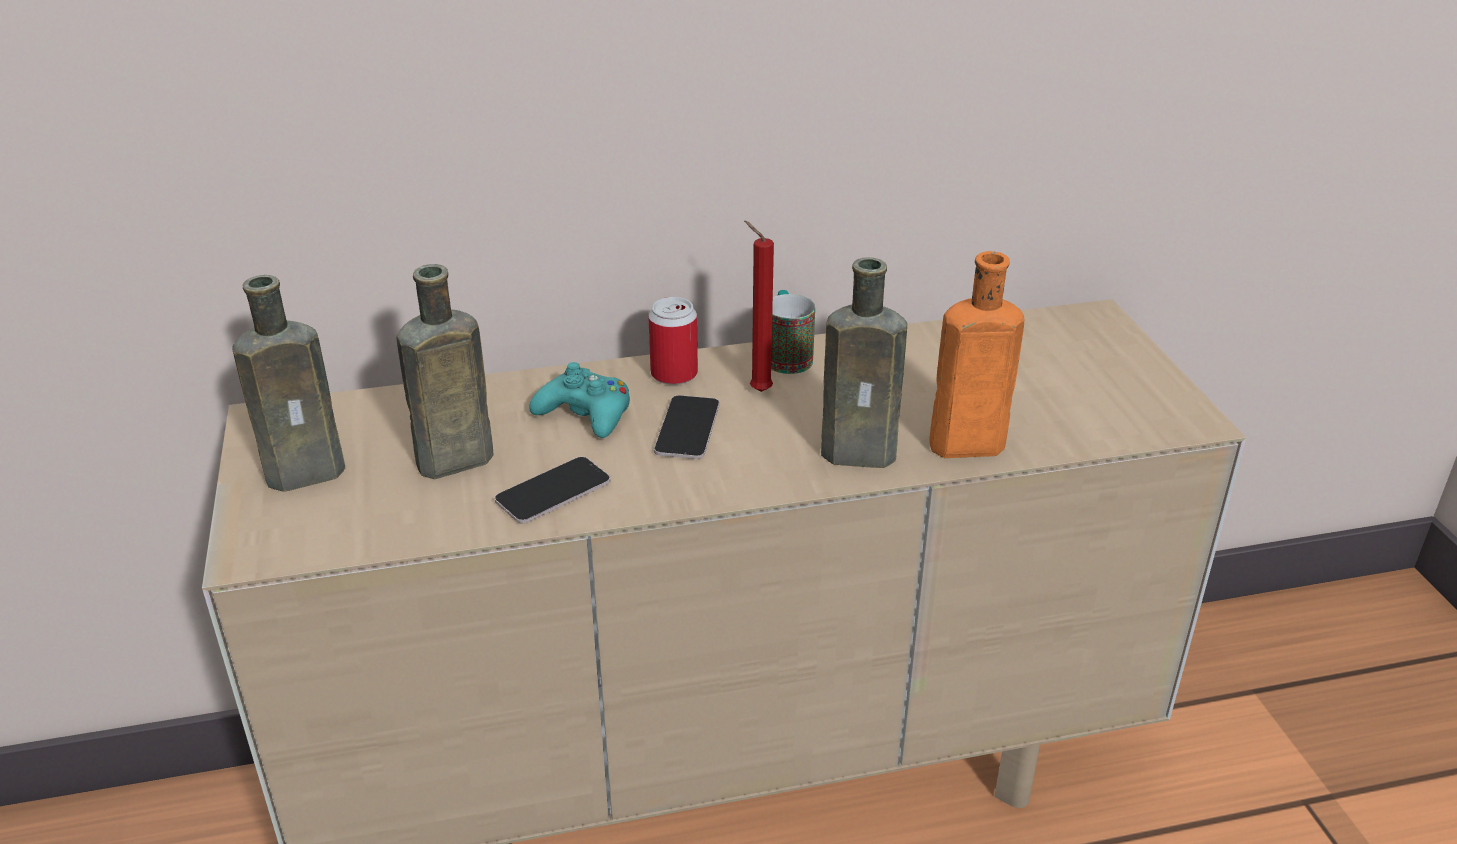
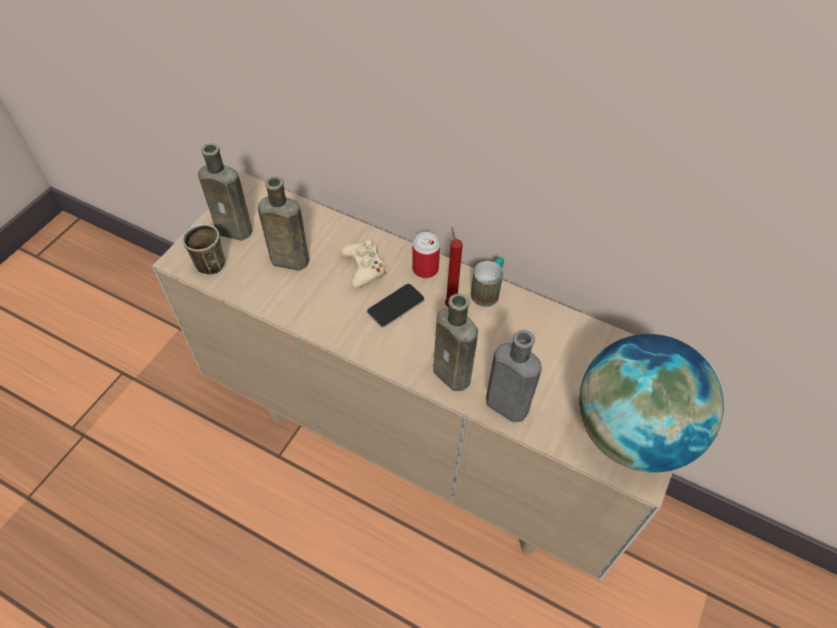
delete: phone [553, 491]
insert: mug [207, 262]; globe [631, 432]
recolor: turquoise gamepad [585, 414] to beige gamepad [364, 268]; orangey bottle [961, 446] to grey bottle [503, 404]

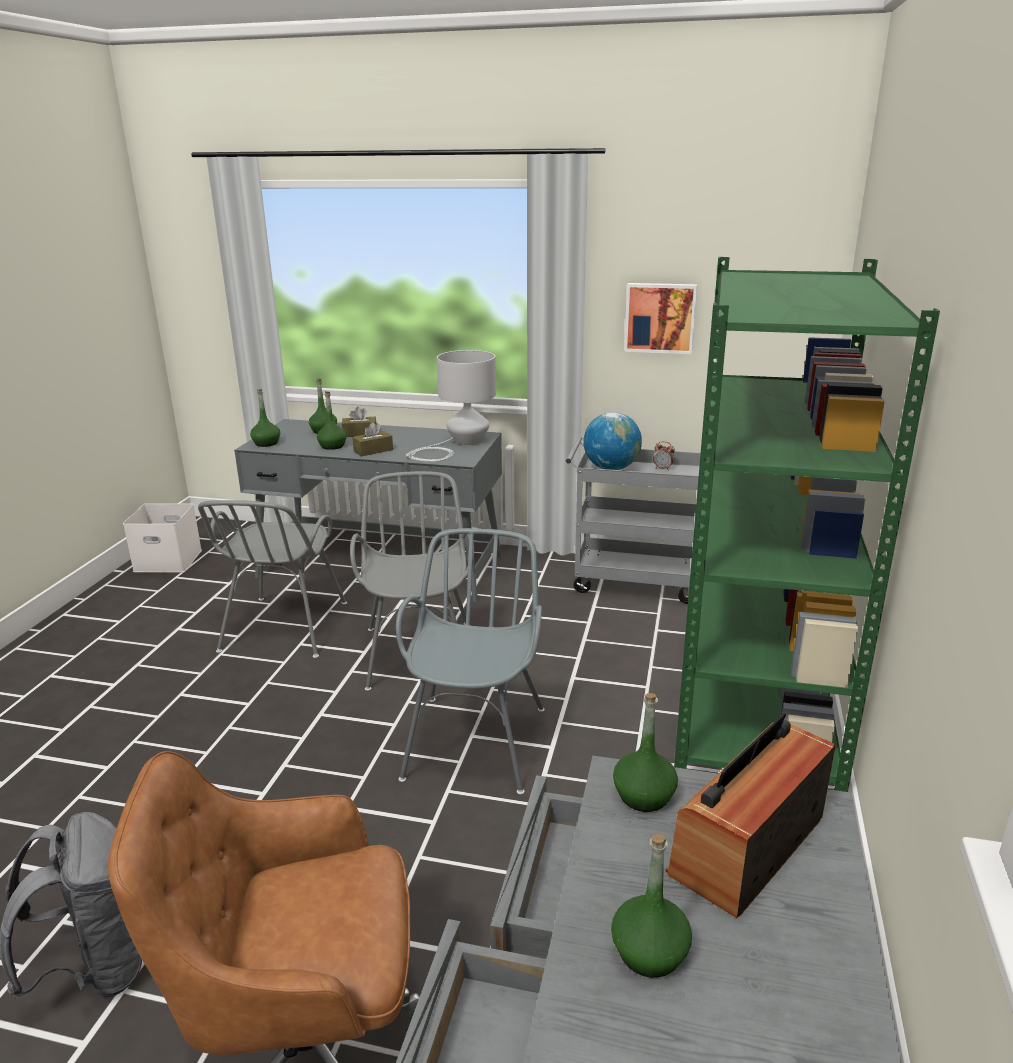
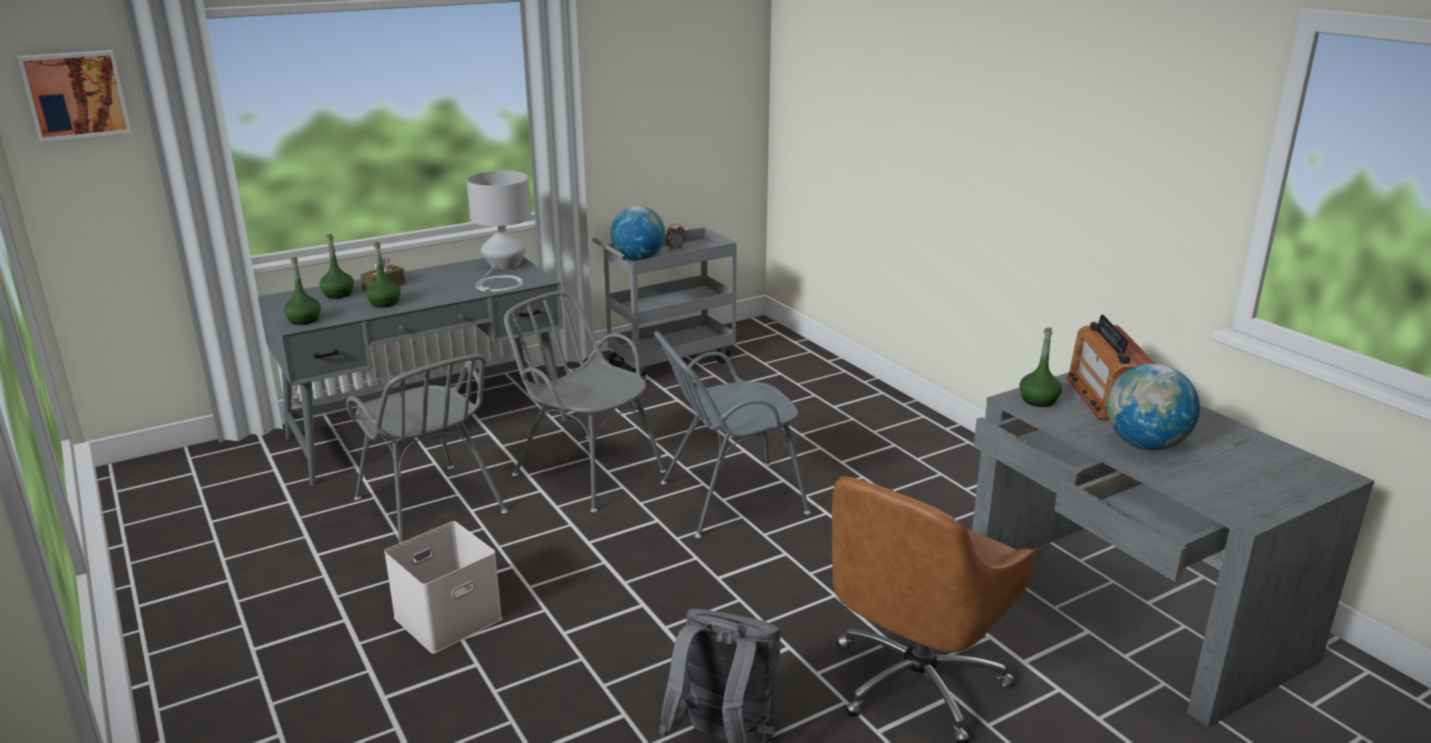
delete: brownish box of tissues [373, 450]; green-coloured bookshelf [750, 720]
move: white storage bin [169, 560] to [448, 616]; picture [660, 317] to [76, 94]
replace: green-coloured bottle [649, 952] to globe [1145, 445]
rotate: grey upright chair [475, 737] = [727, 499] 75 degrees counterclockwise

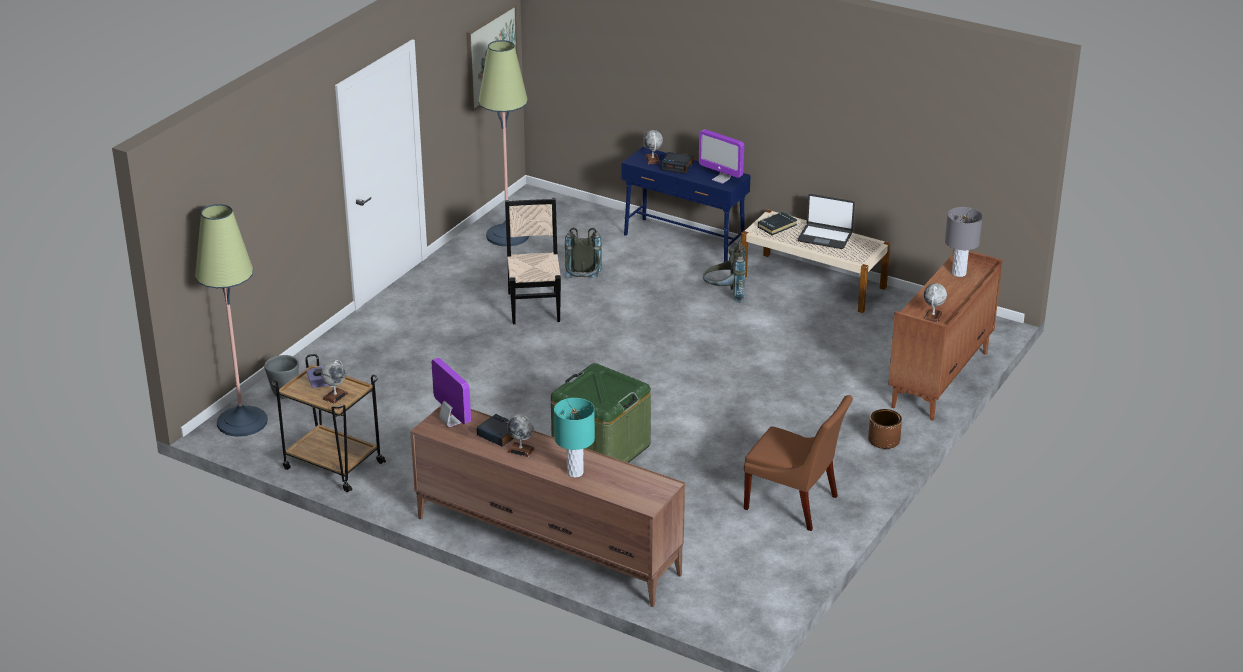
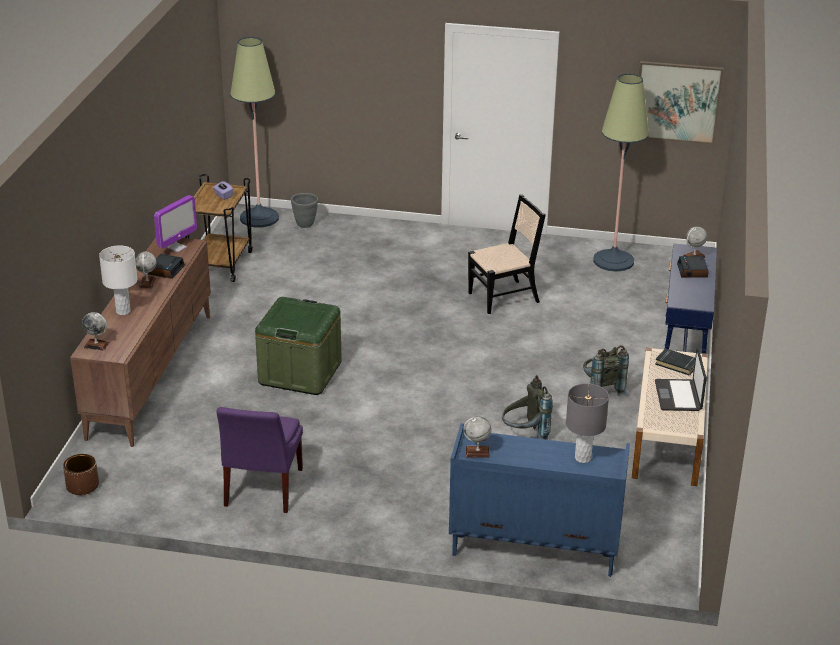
delete: computer screen [721, 179]
move: globe [335, 396] to [96, 345]; grey knapsack [582, 283] to [525, 434]; brownish flower pot [883, 441] to [82, 486]
recolor: turquoise table lamp [575, 472] to white table lamp [123, 311]; brownish upright chair [794, 504] to purplish upright chair [262, 490]; brownish cupboard [939, 380] to blue-coloured cupboard [533, 549]

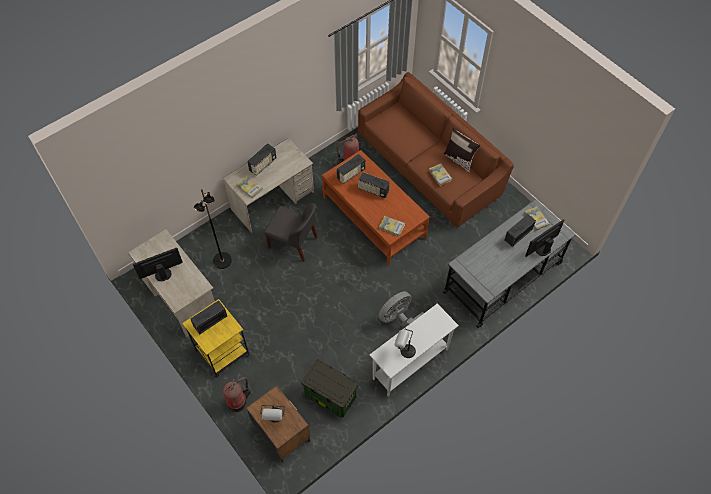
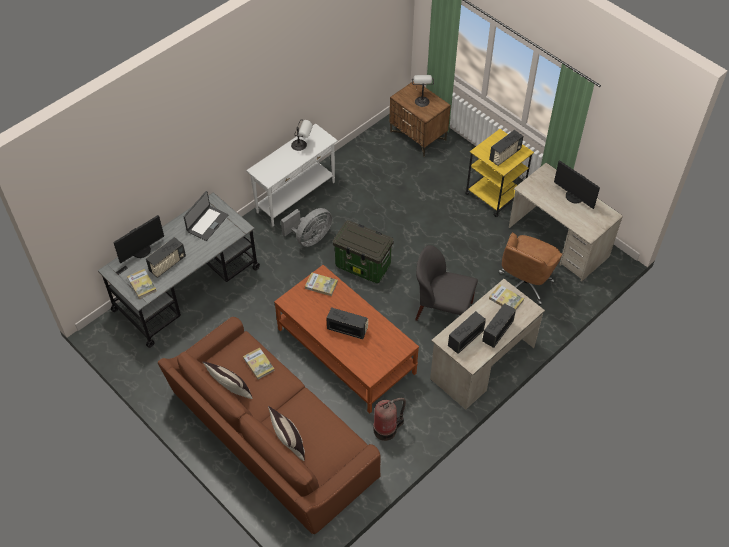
delete: fire extinguisher [238, 401]
insert: laptop [207, 223]; cushion [288, 443]
move: storage bin [329, 396] to [364, 266]; radio receiver [351, 174] to [465, 338]
replace: black-coloured standing lamp [222, 261] to brownish office chair [524, 284]
rotate: computer screen [162, 273] = [574, 197] 75 degrees clockwise

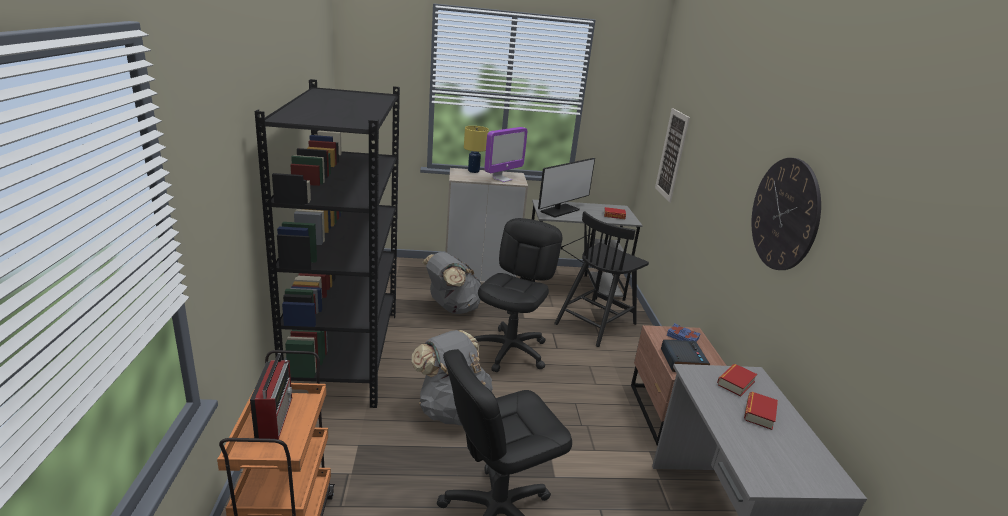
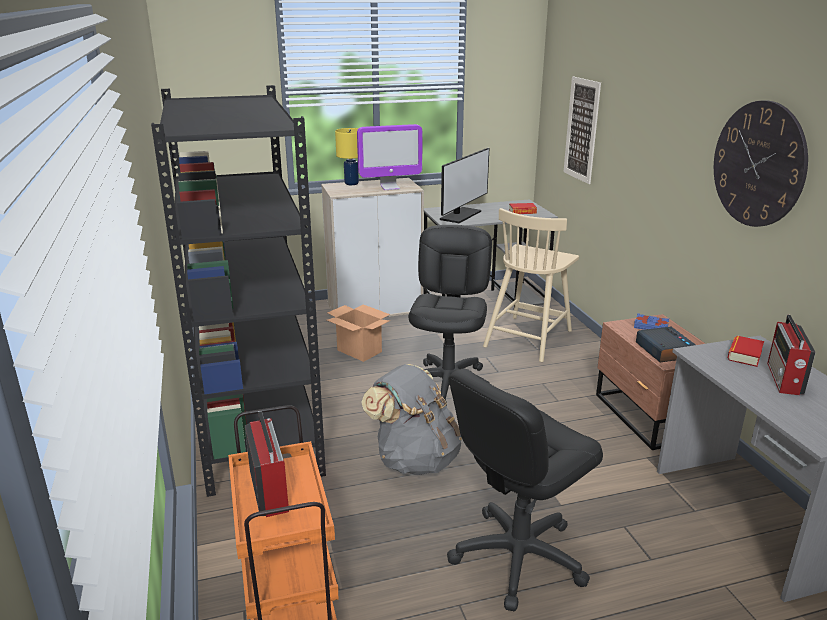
replace: grey knapsack [452, 308] to carton [359, 351]; bound book [759, 413] to radio receiver [784, 379]
recolor: black-coloured upright chair [596, 323] to beige upright chair [528, 337]
rotate: computer screen [502, 179] = [390, 187] 45 degrees clockwise

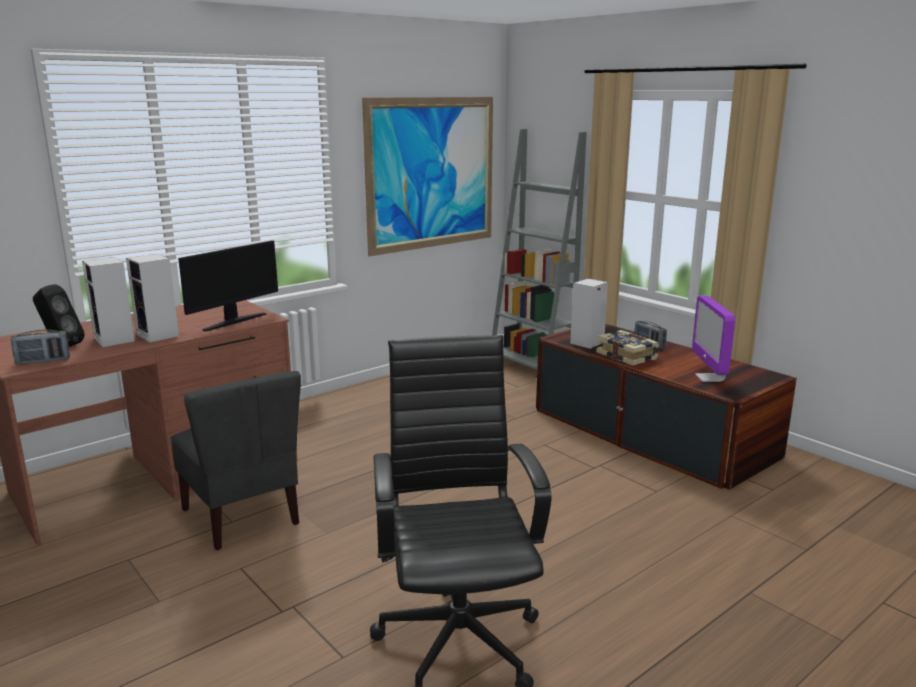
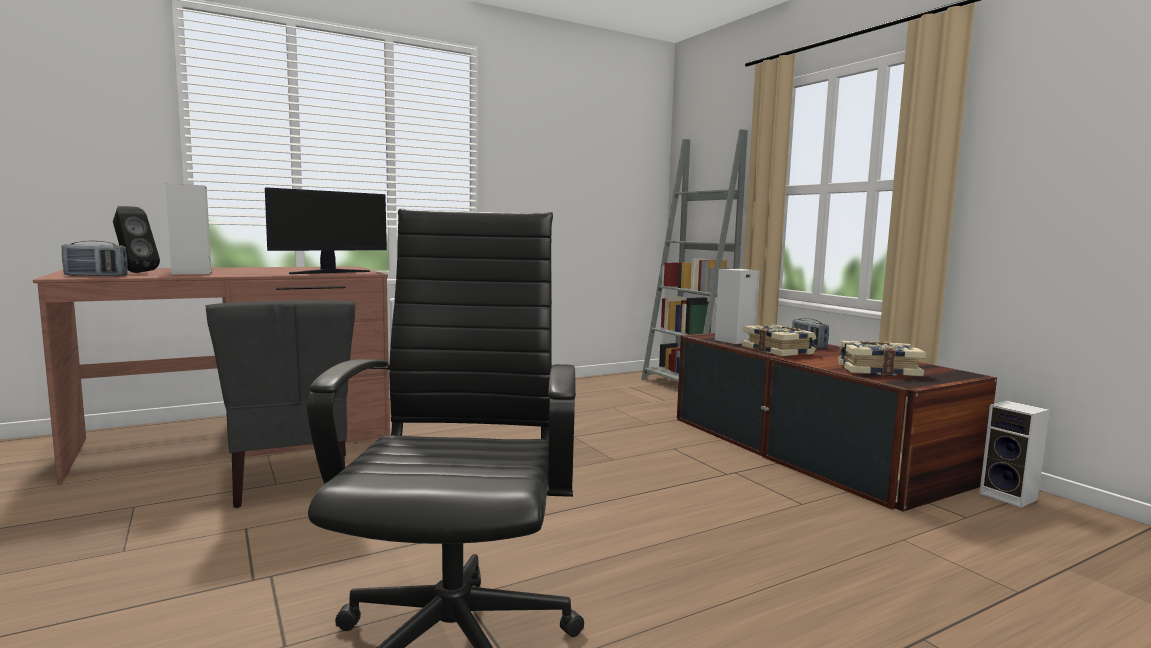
delete: picture [432, 173]
move: audio speaker [159, 336] to [1010, 497]
replace: computer screen [709, 378] to bound book [878, 370]

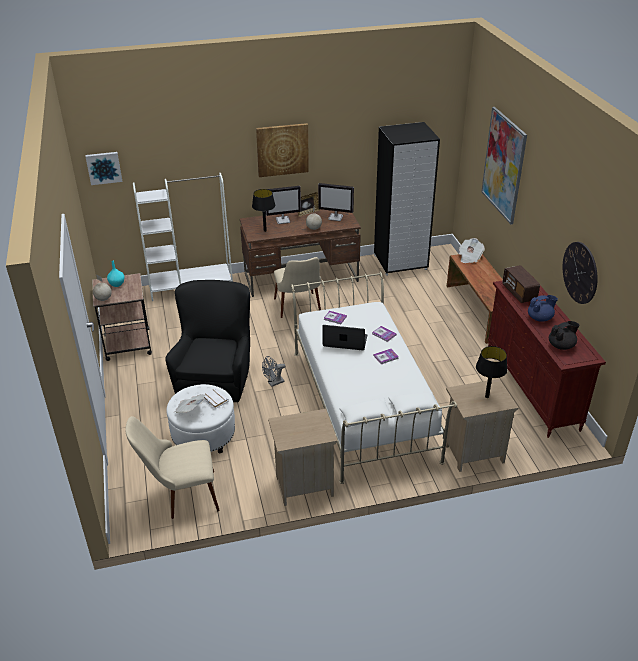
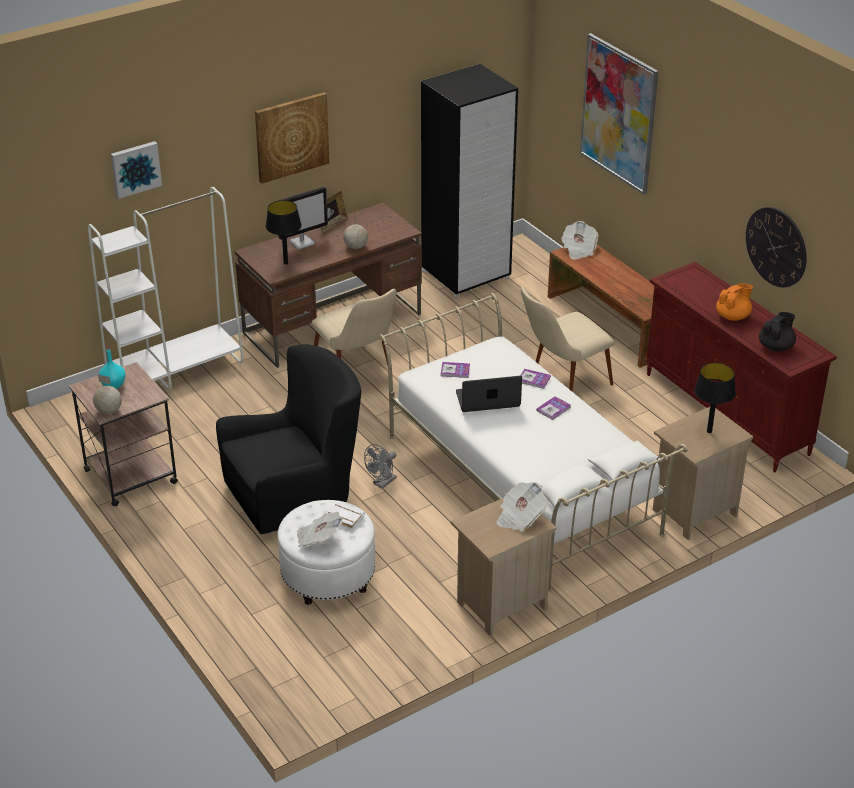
delete: computer screen [336, 217]; radio receiver [519, 293]
insert: daily paper [520, 517]
move: picture [104, 167] to [135, 168]; beige upright chair [181, 496] to [561, 381]
recolor: blue-coloured teapot [540, 318] to orangey teapot [733, 316]
rotate: black-coloured lounge chair [216, 378] = [295, 494] 75 degrees clockwise

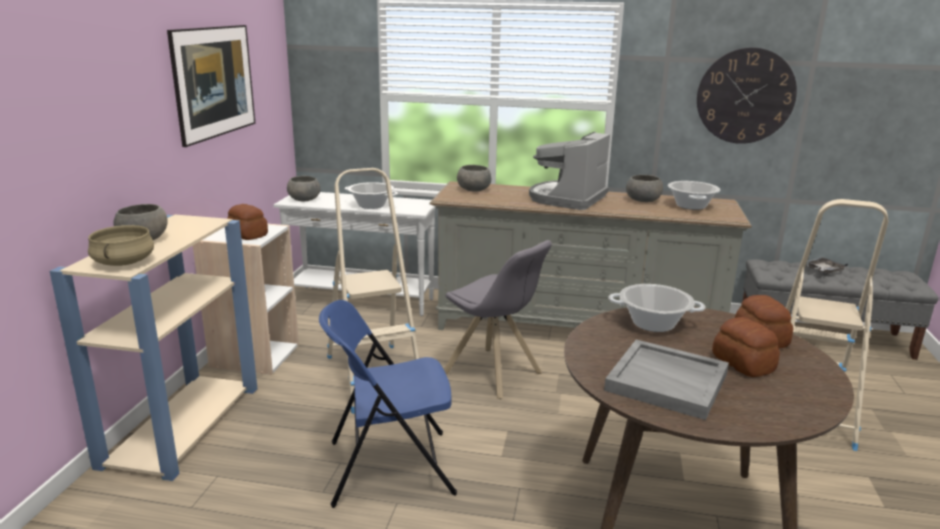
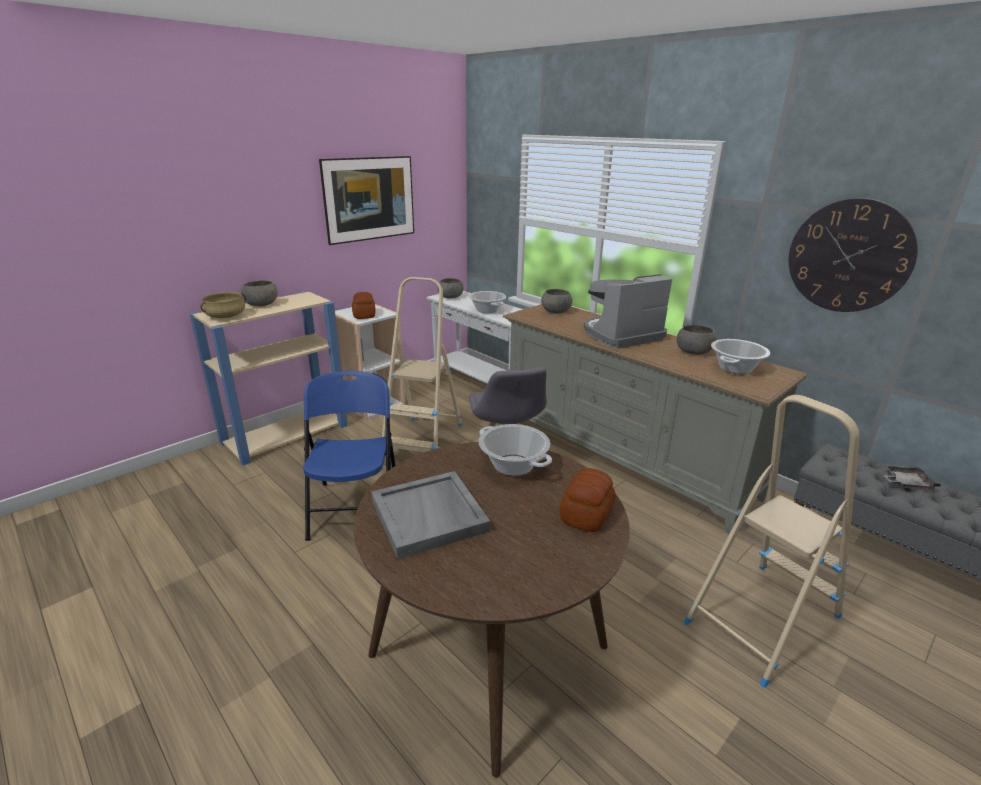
delete: bread [743, 363]
rotate: blue-coloured upright chair [390, 466] = [355, 508] 60 degrees clockwise

